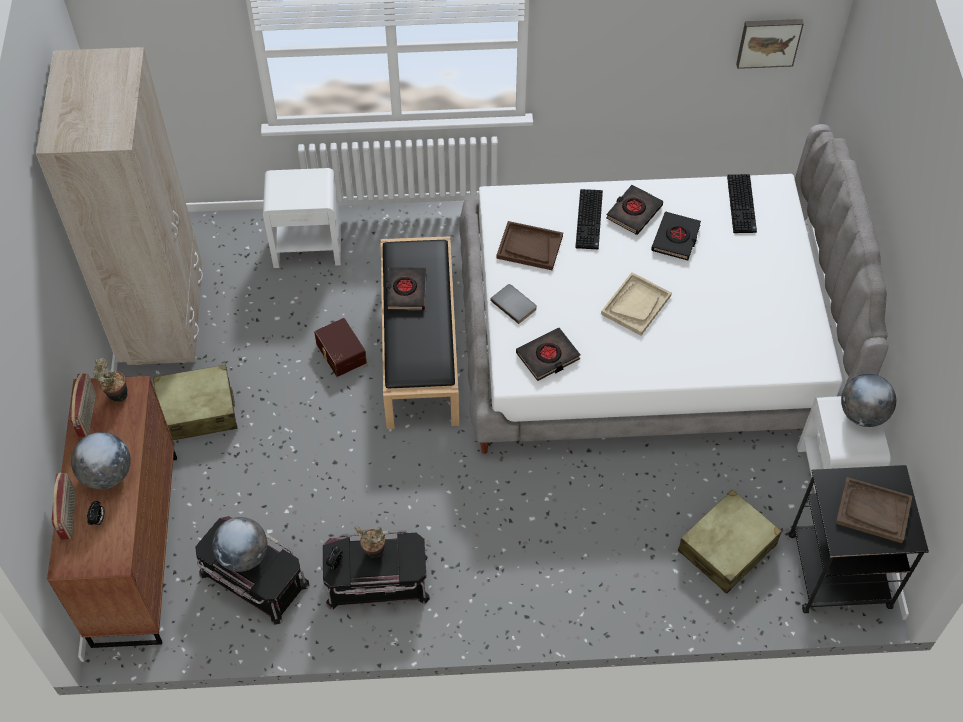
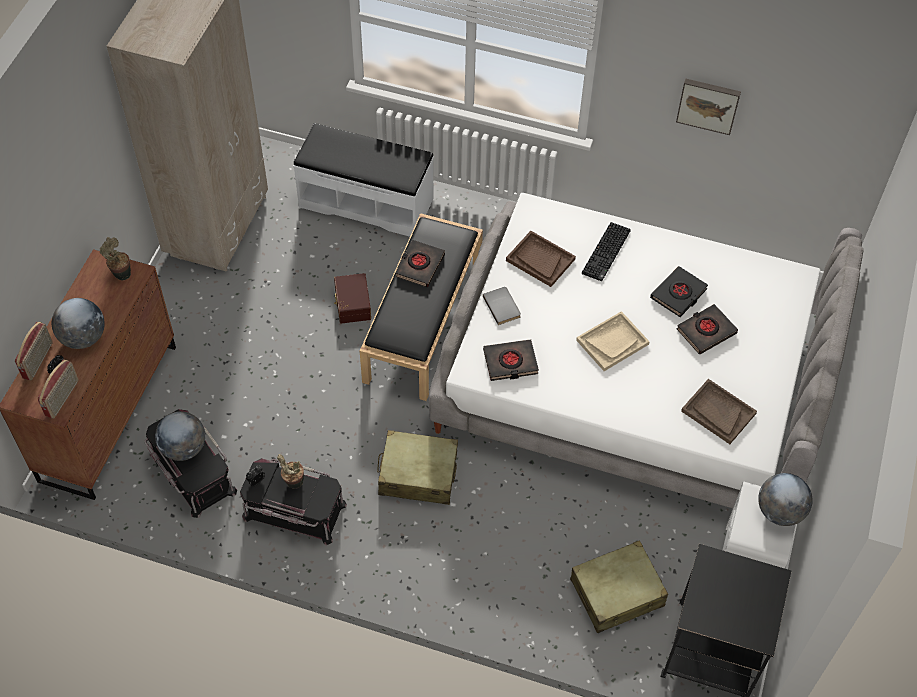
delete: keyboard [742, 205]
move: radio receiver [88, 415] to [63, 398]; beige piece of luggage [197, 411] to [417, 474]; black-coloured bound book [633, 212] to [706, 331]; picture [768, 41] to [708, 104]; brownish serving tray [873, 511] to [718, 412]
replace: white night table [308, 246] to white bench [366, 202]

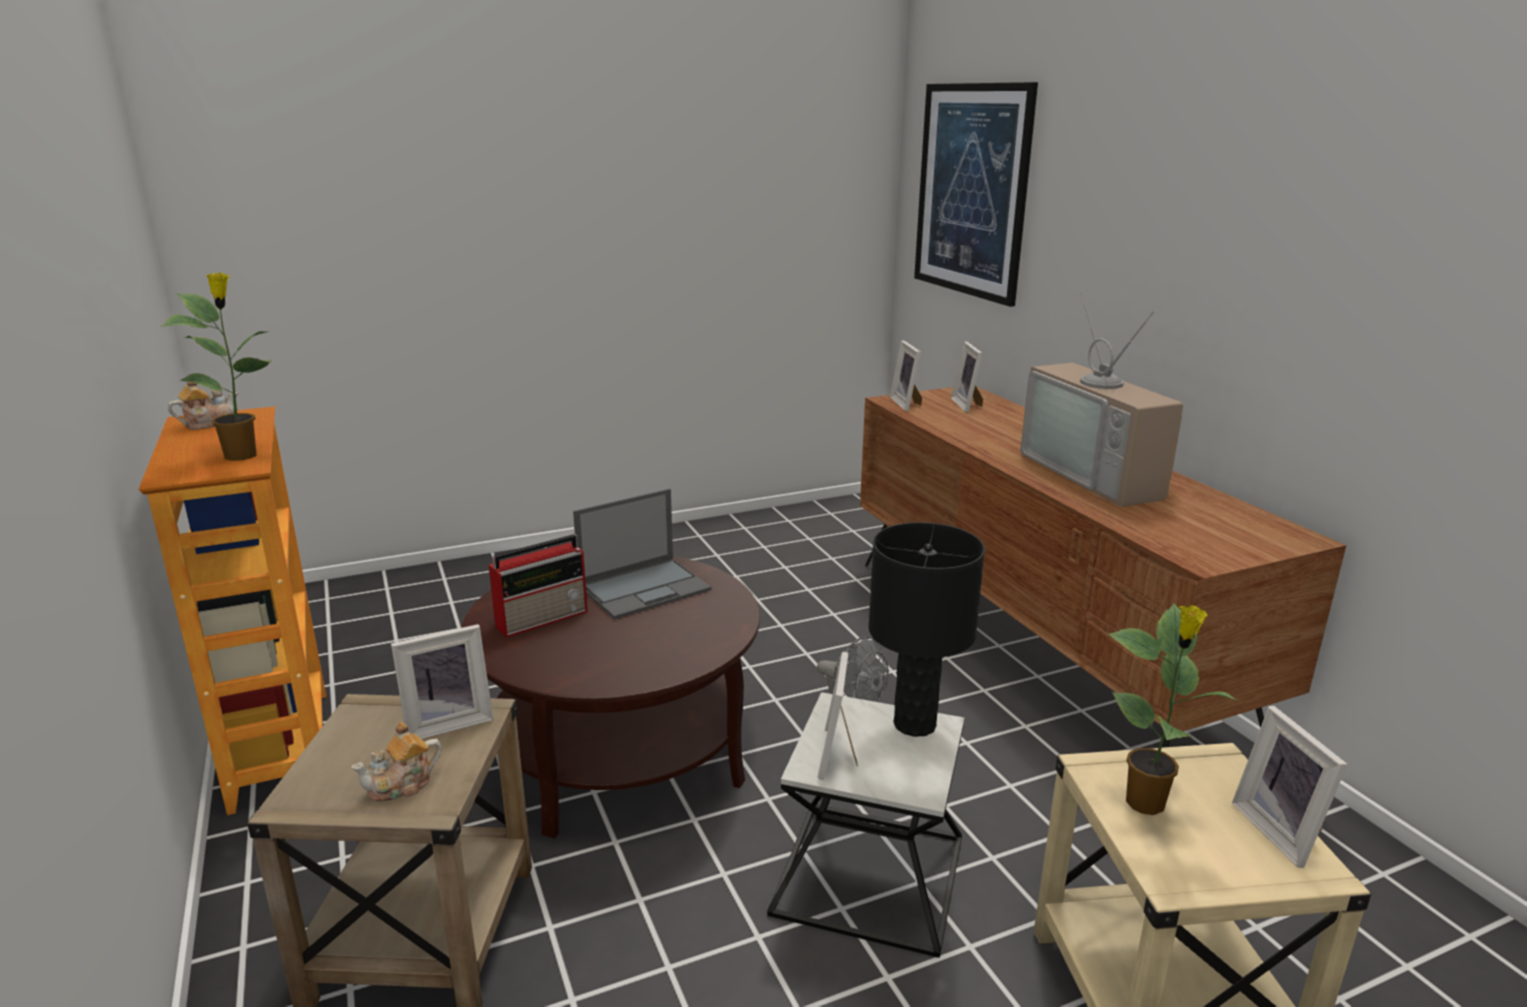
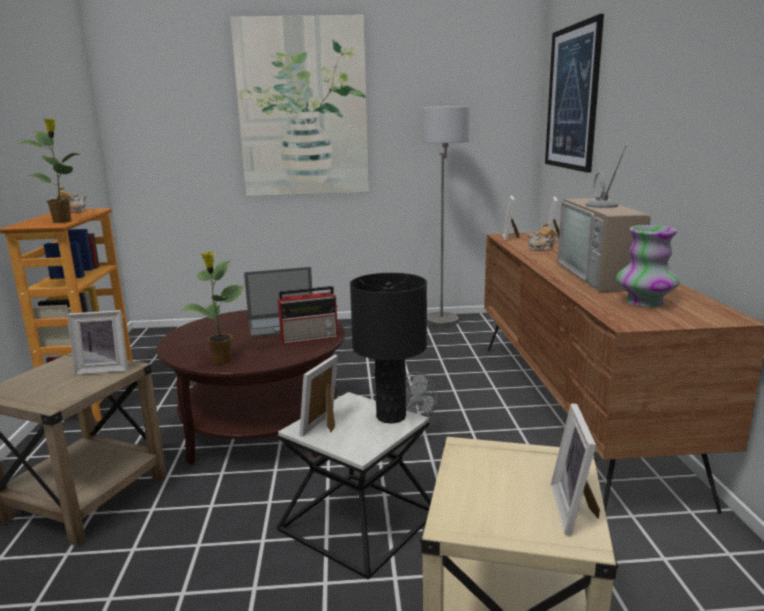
insert: picture [303, 108]; grey standing lamp [443, 324]; decorative vase [645, 302]
move: teapot [402, 785] to [542, 249]; radio receiver [543, 618] to [310, 337]; plant in a pot [1147, 804] to [222, 361]

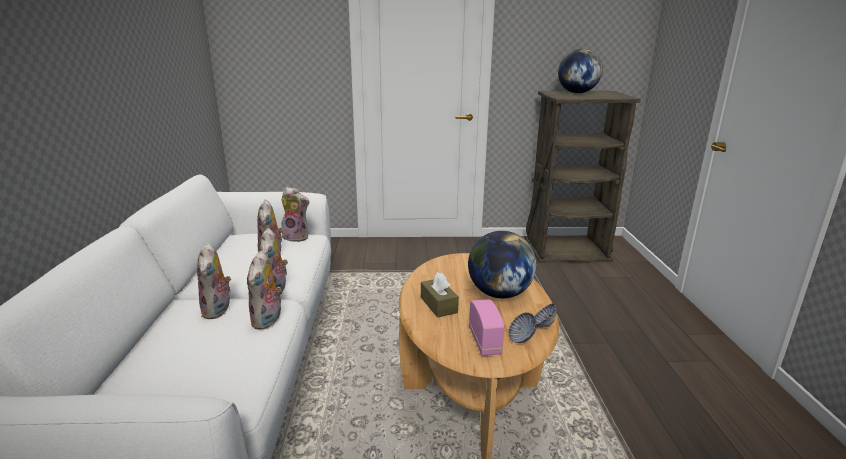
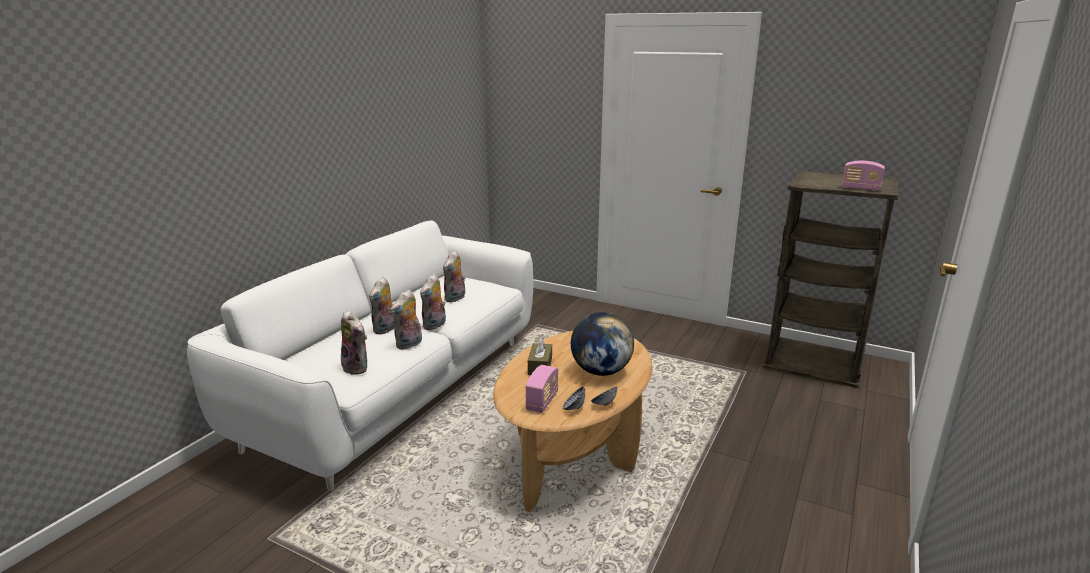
delete: globe [577, 93]
insert: radio receiver [860, 188]
move: plush toy [297, 237] to [358, 367]

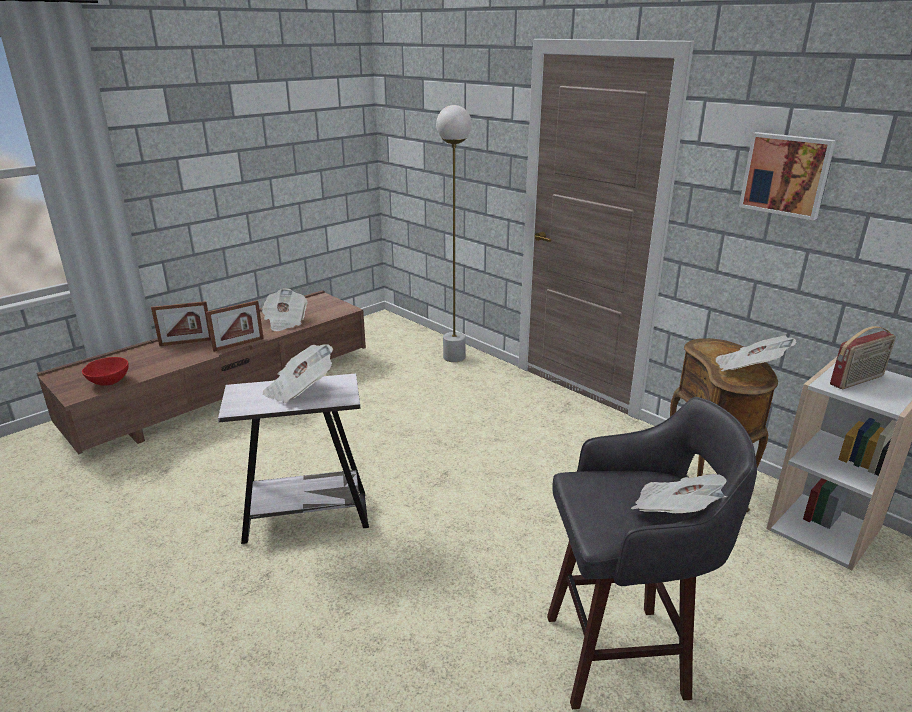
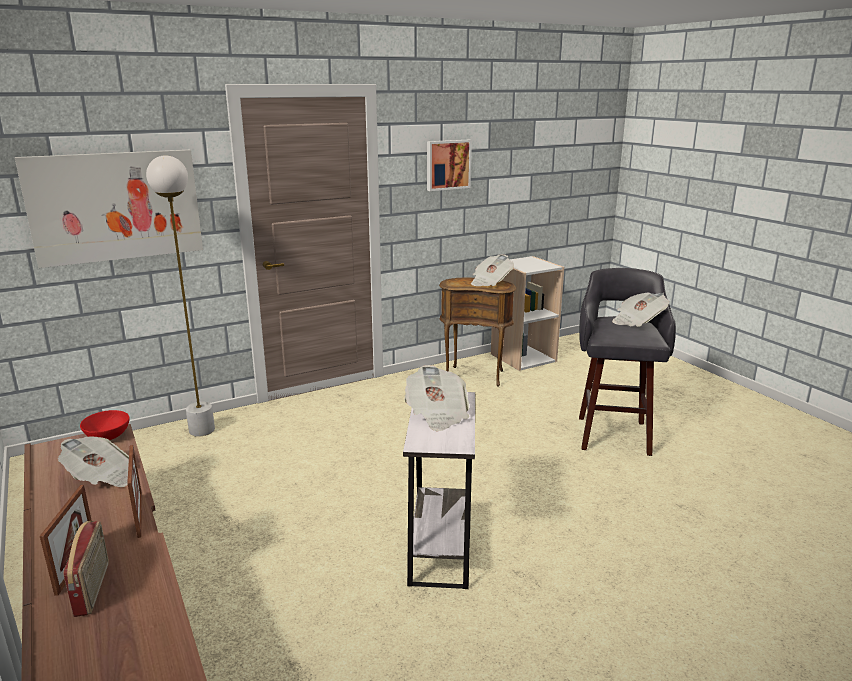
insert: picture [115, 206]
move: reddish bowl [109, 381] to [108, 437]; radio receiver [857, 381] to [93, 588]

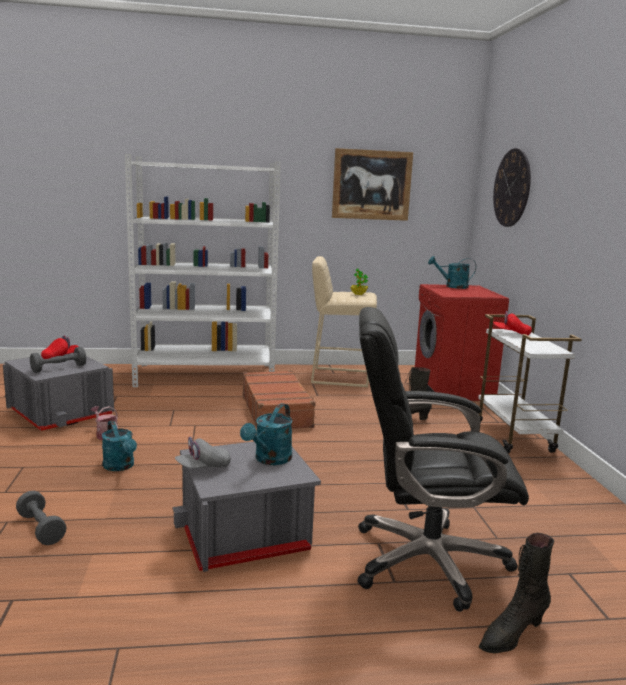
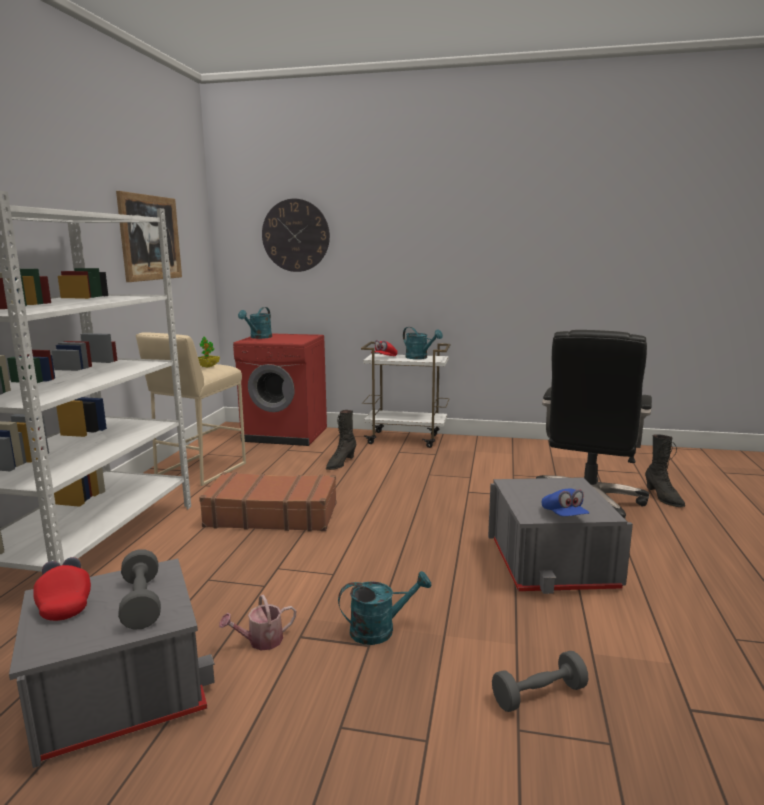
move: turquoise sprinkling can [270, 460] to [420, 357]
recolor: grey baseball cap [203, 468] to blue-coloured baseball cap [564, 516]

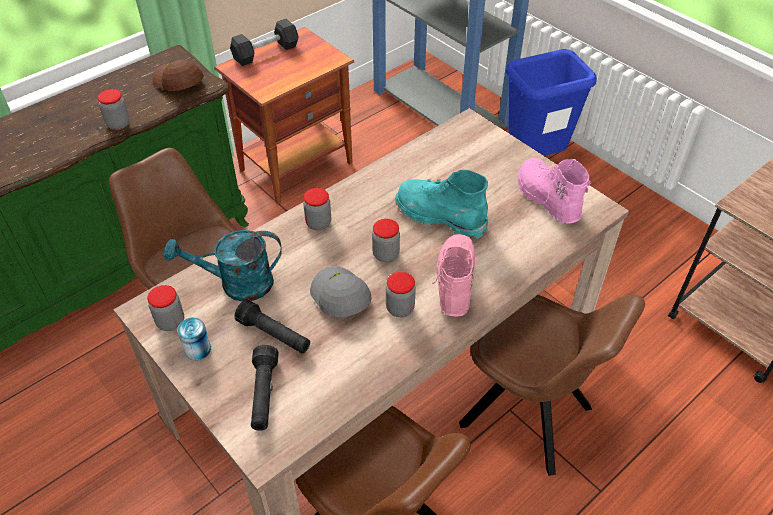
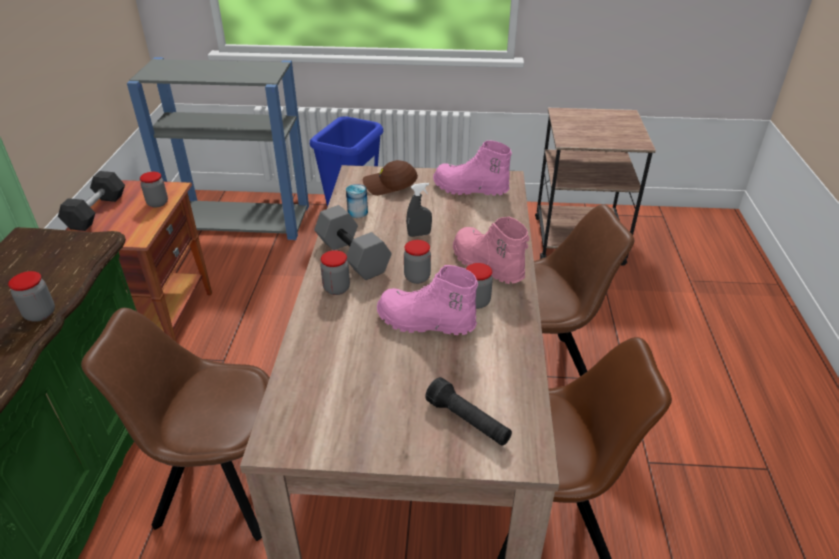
delete: turquoise sprinkling can [237, 284]; black-coloured torch [274, 335]
insert: grey hand weight [354, 256]
move: jar [170, 322] to [157, 203]; brownish baseball cap [178, 83] to [390, 185]; can [197, 349] to [357, 212]
replace: grey baseball cap [339, 297] to pinkish boot [425, 323]; turquoise boot [440, 216] to grey hand sprayer [419, 234]

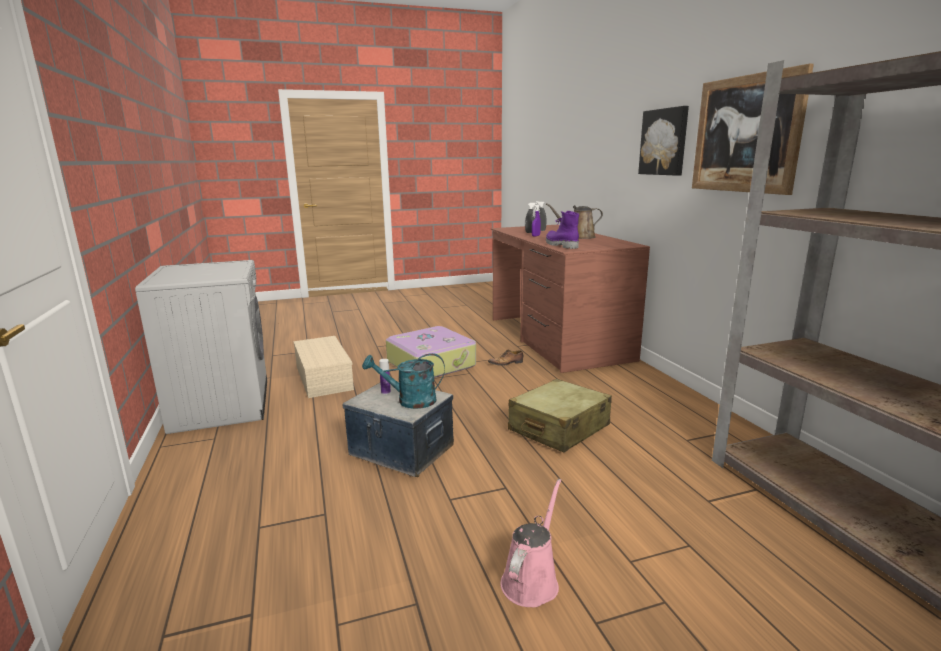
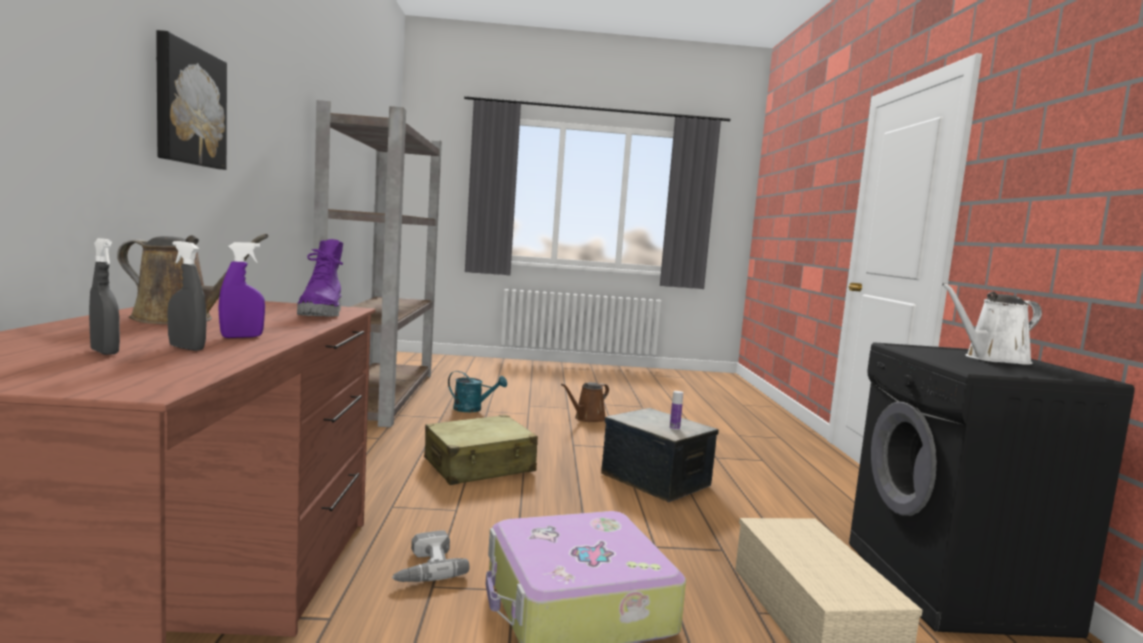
delete: picture [745, 134]
insert: white sprinkling can [992, 359]
move: turquoise sprinkling can [409, 401] to [473, 409]
replace: shoe [506, 363] to electric drill [424, 567]
recolor: white washing machine [224, 404] to black-coloured washing machine [950, 586]; pinkish sprinkling can [532, 580] to brownish sprinkling can [587, 418]

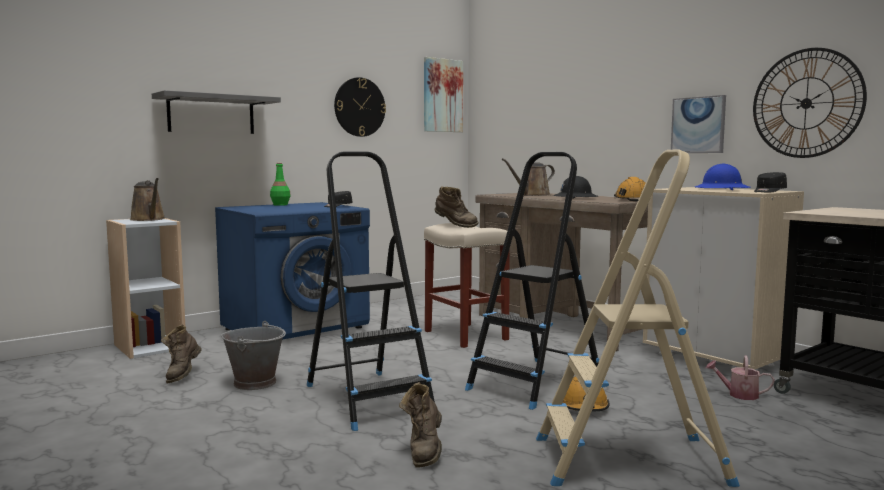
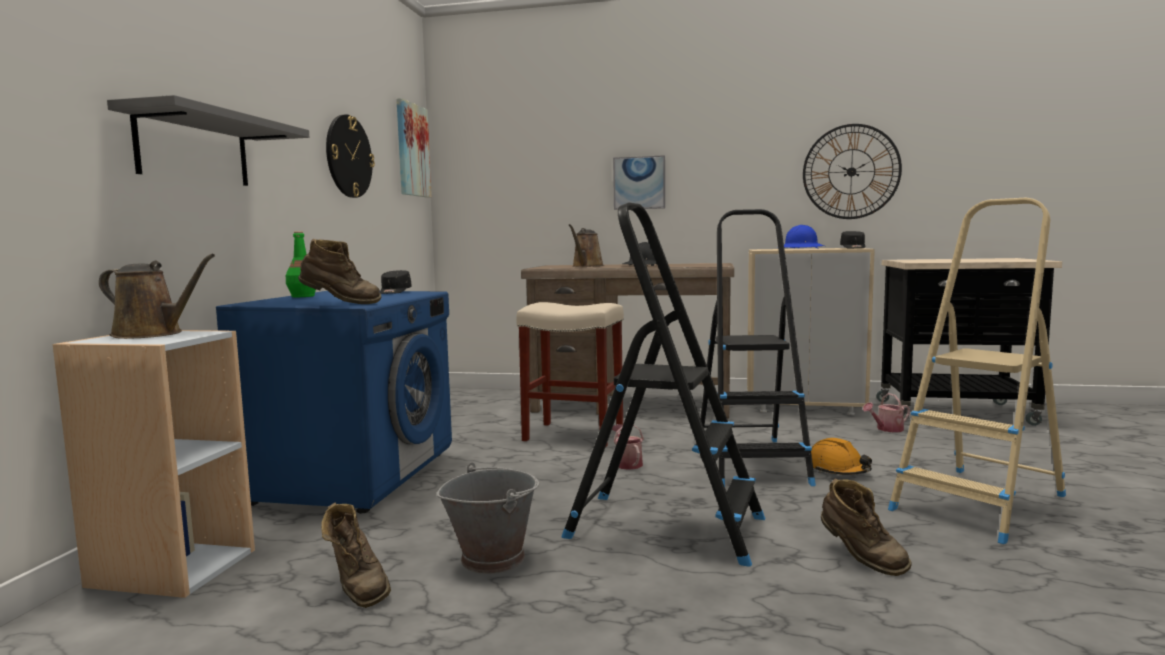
delete: orangey safety helmet [632, 200]
insert: sprinkling can [627, 463]
move: brownish boot [455, 226] to [341, 304]; picture [698, 125] to [639, 183]

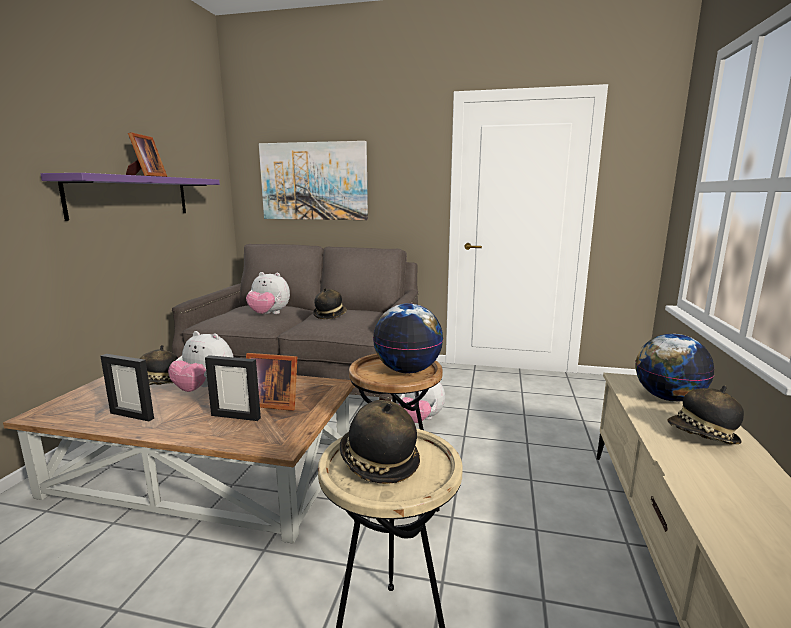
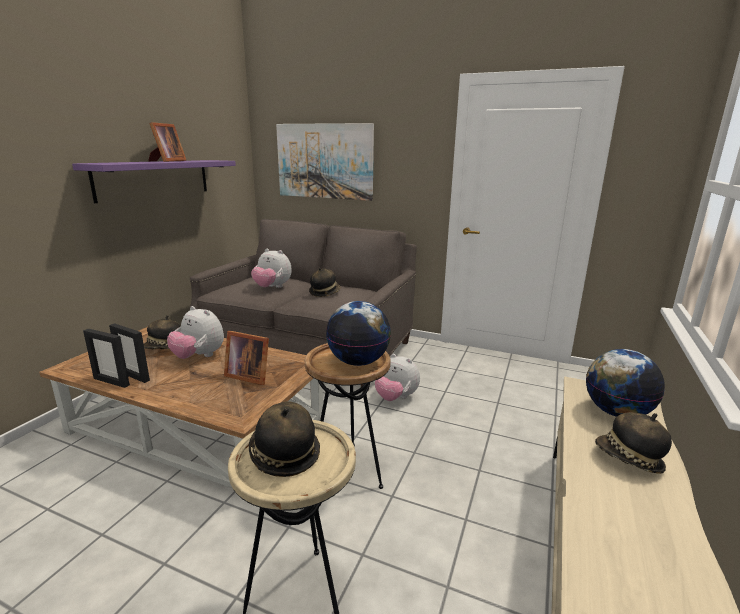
move: photo frame [236, 416] to [112, 381]

